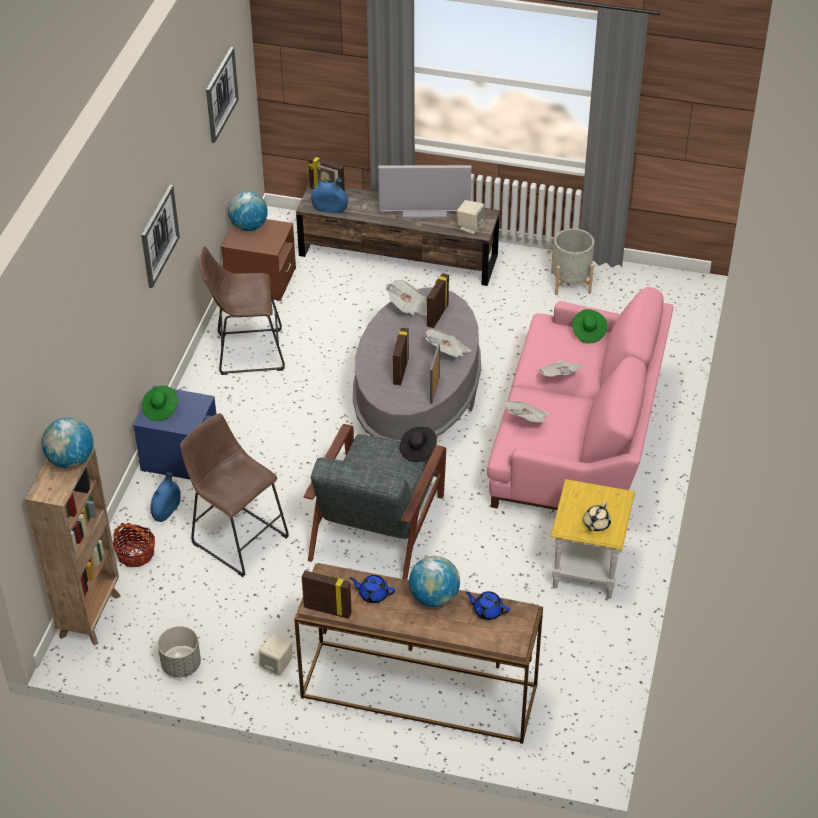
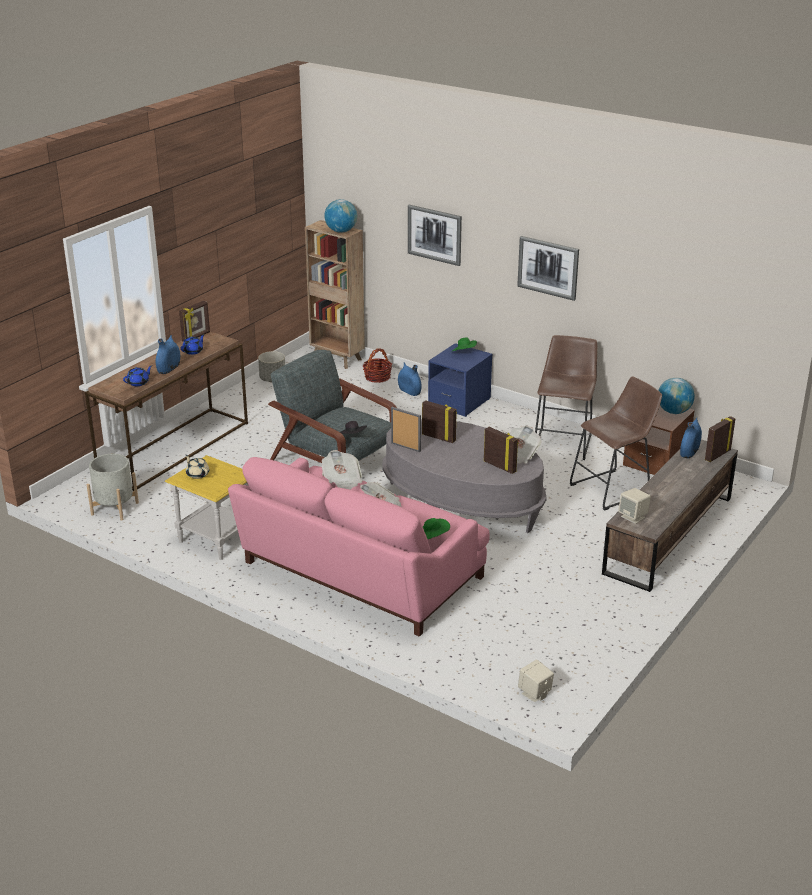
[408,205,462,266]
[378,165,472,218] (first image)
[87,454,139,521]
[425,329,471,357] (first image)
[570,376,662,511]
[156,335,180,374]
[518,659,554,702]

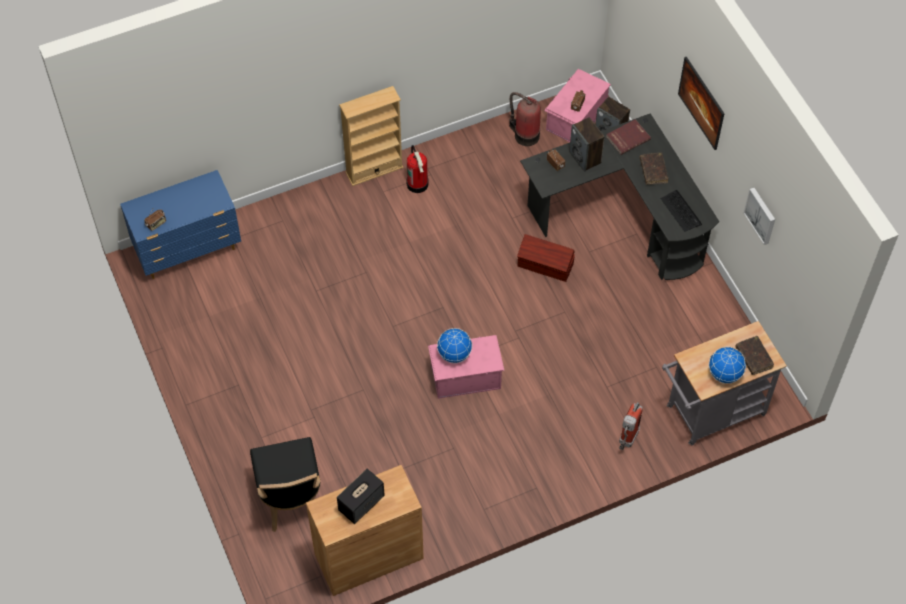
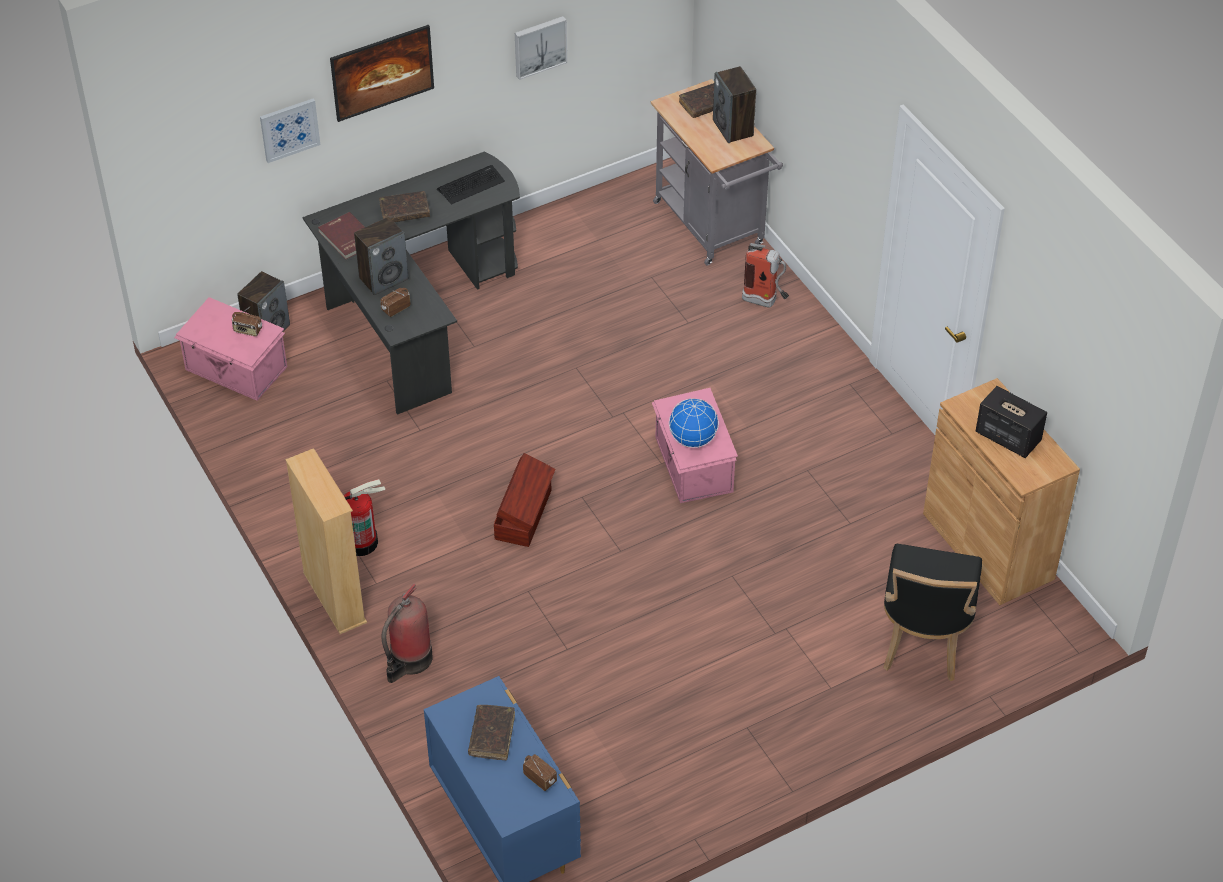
[381,584,433,683]
[494,453,555,547]
[713,66,756,143]
[883,544,982,681]
[260,99,320,163]
[468,705,515,760]

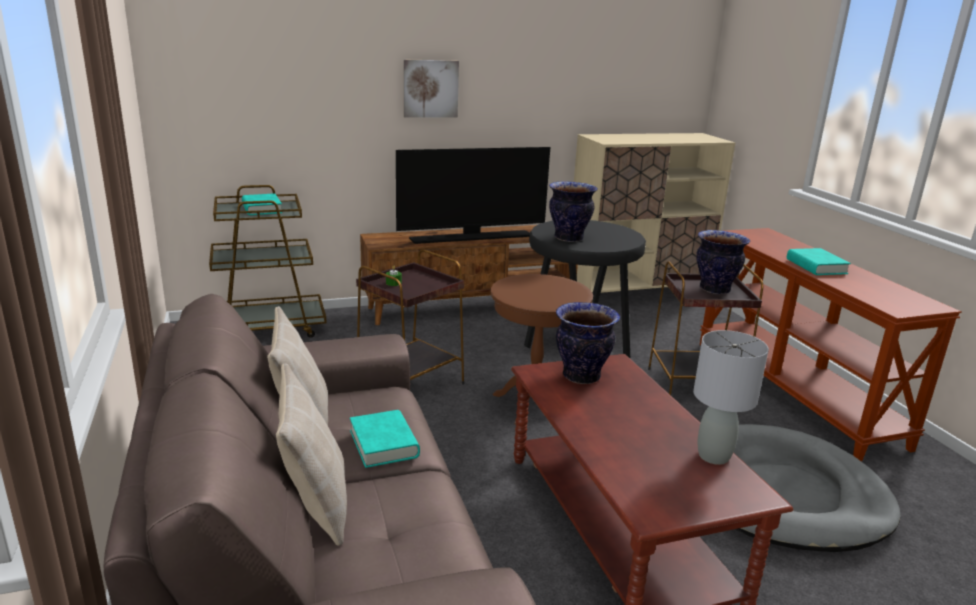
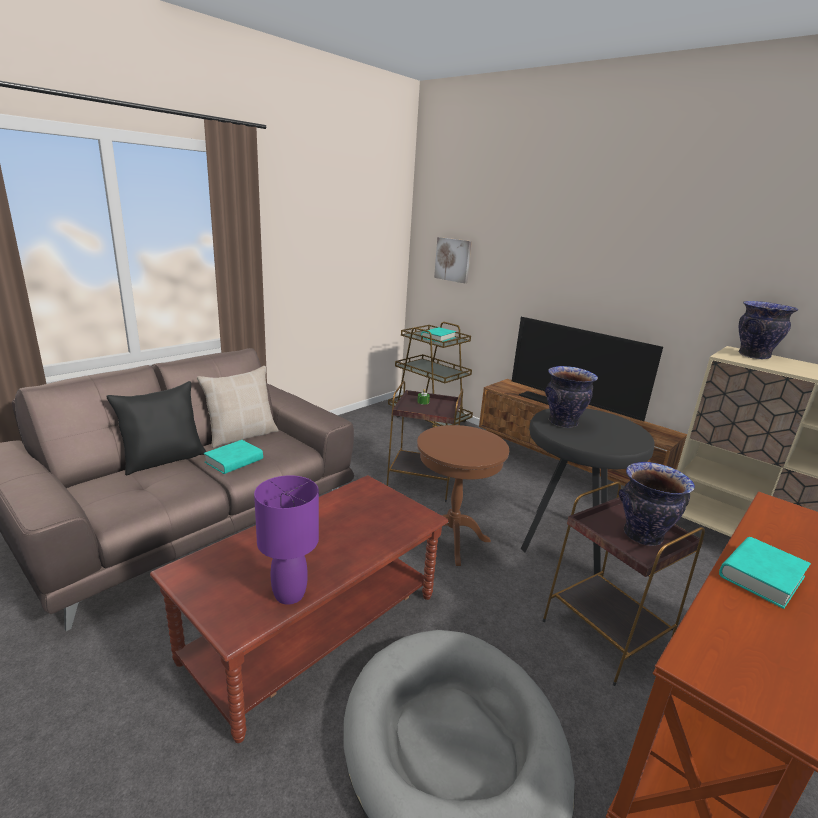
[434,237,472,284]
[739,301,799,359]
[254,475,319,605]
[106,381,206,475]

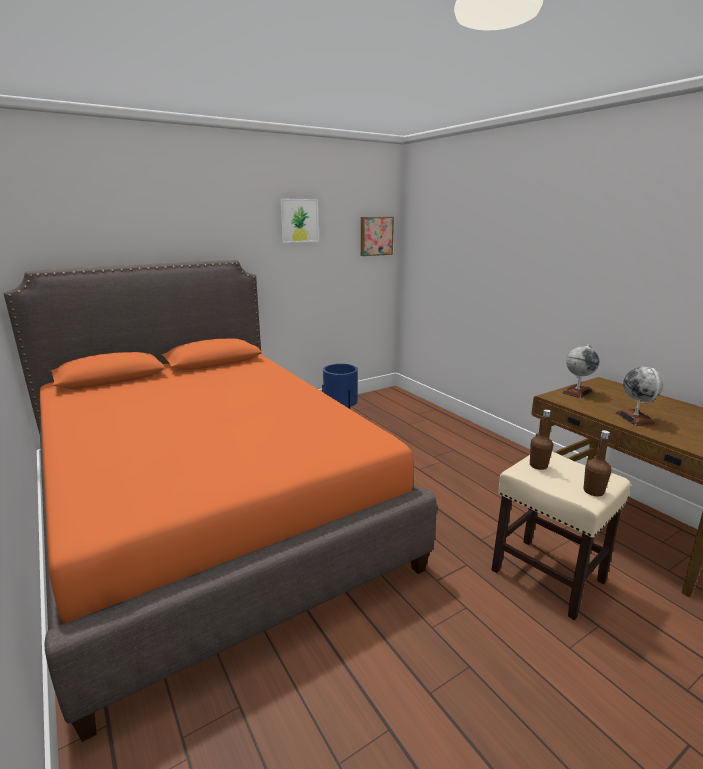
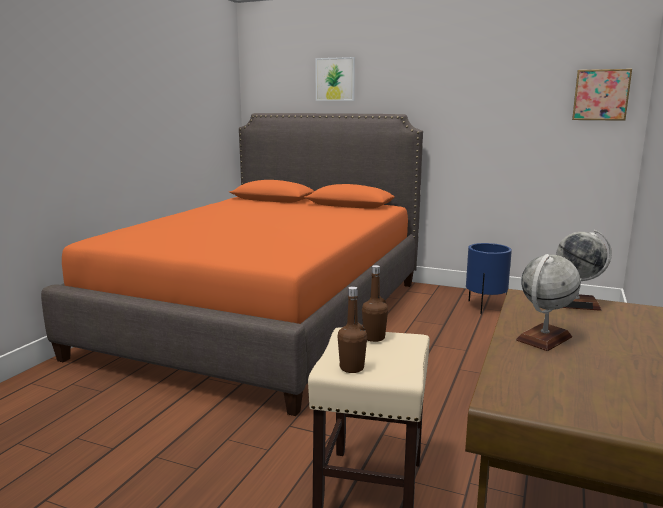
[315,57,355,101]

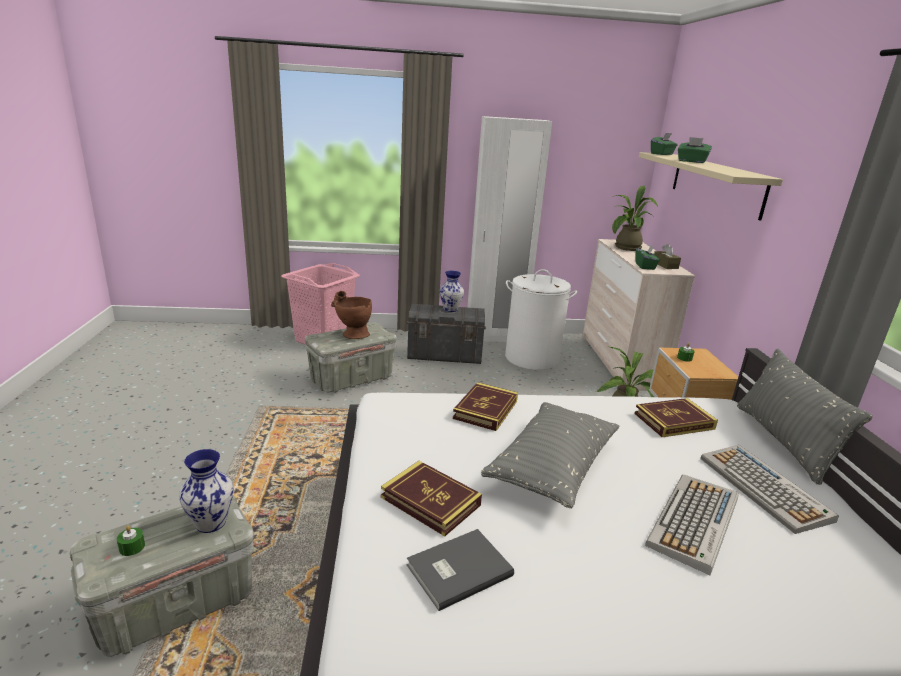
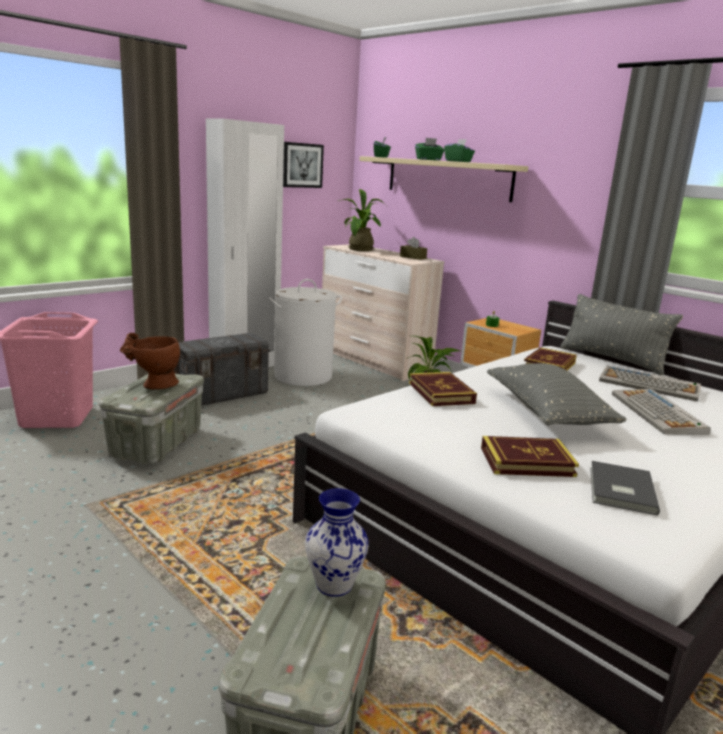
[444,139,475,162]
[440,271,464,312] (first image)
[117,526,145,556] (first image)
[283,142,324,188]

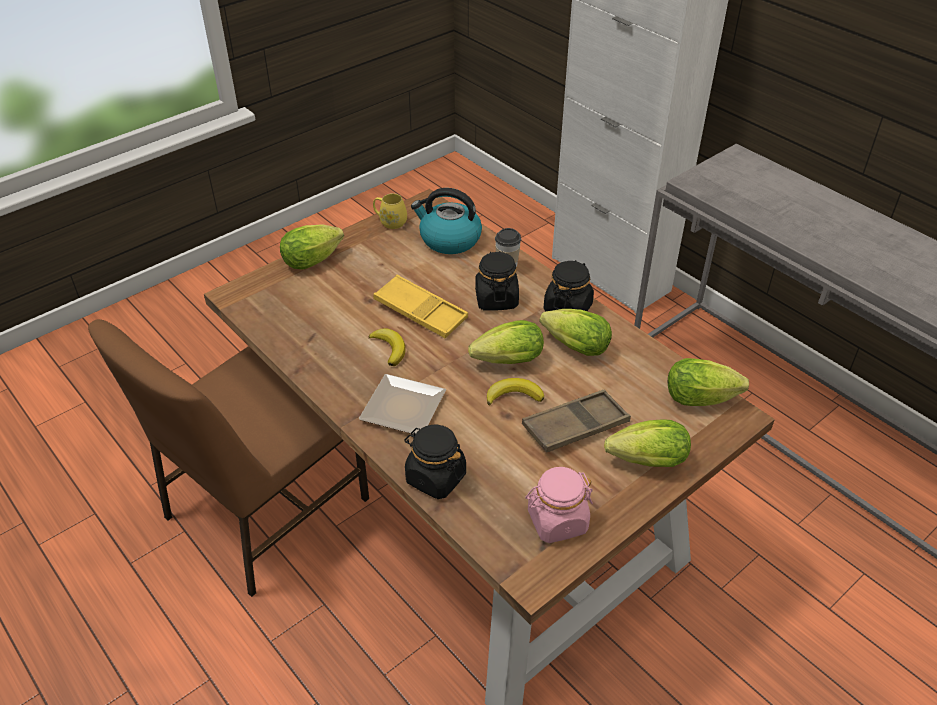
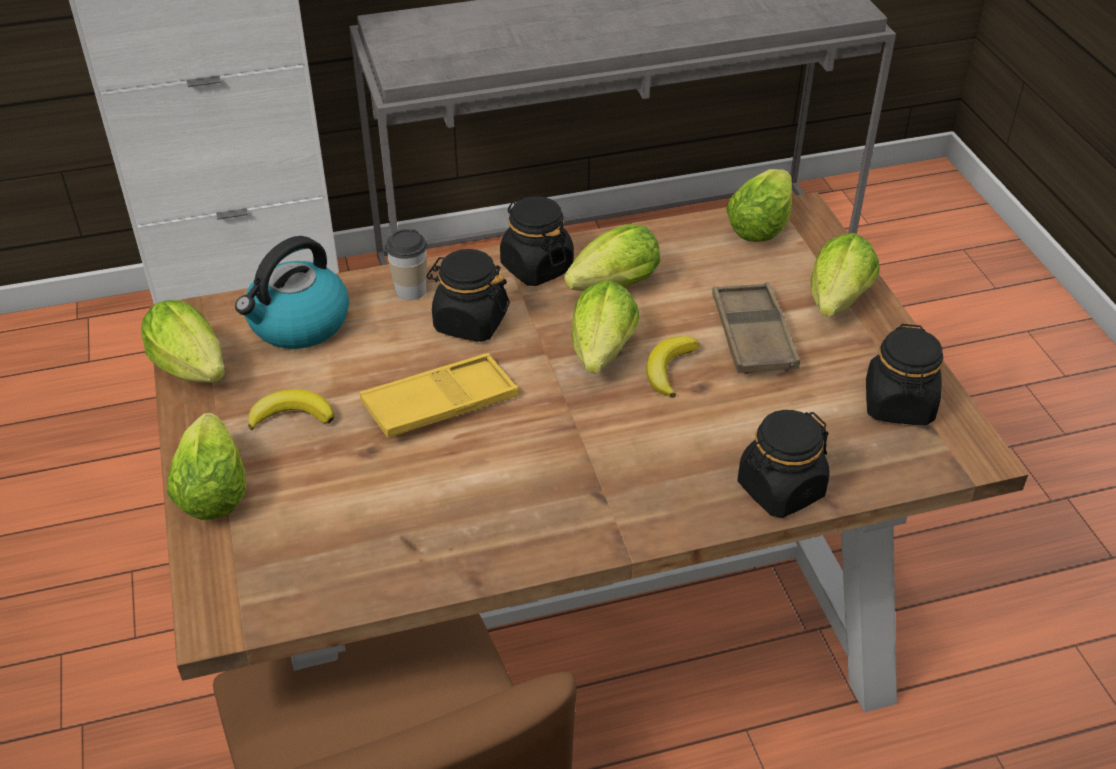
[141,300,225,383]
[248,389,335,430]
[359,374,446,434] (first image)
[866,324,944,425]

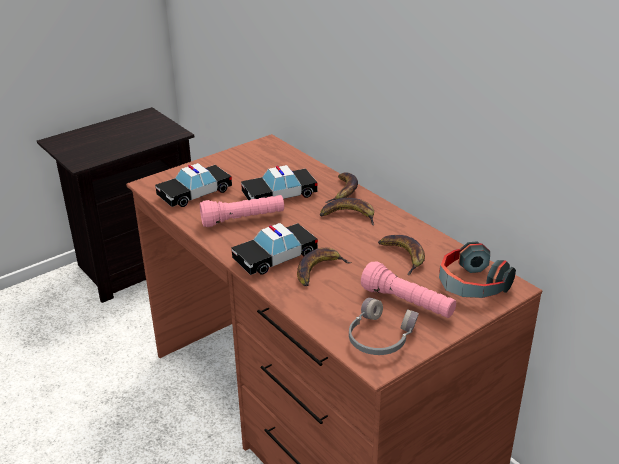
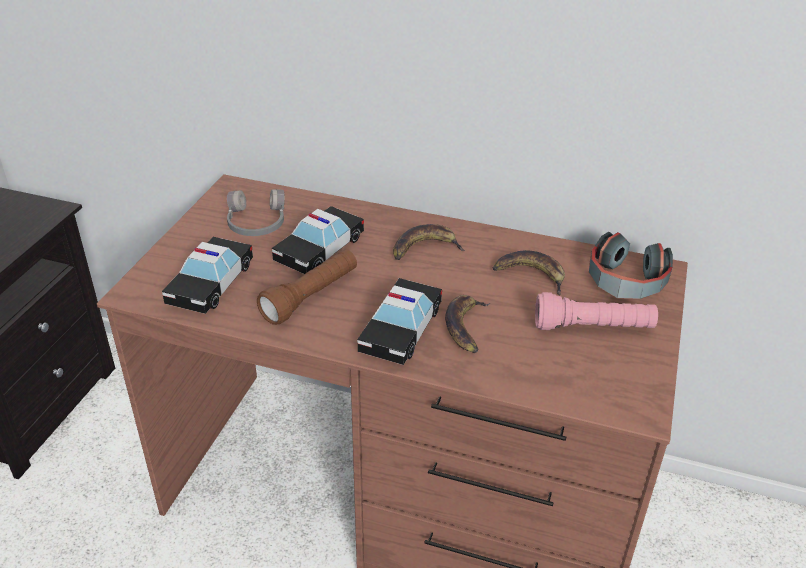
[325,172,358,203] (first image)
[257,249,357,325]
[227,189,285,236]

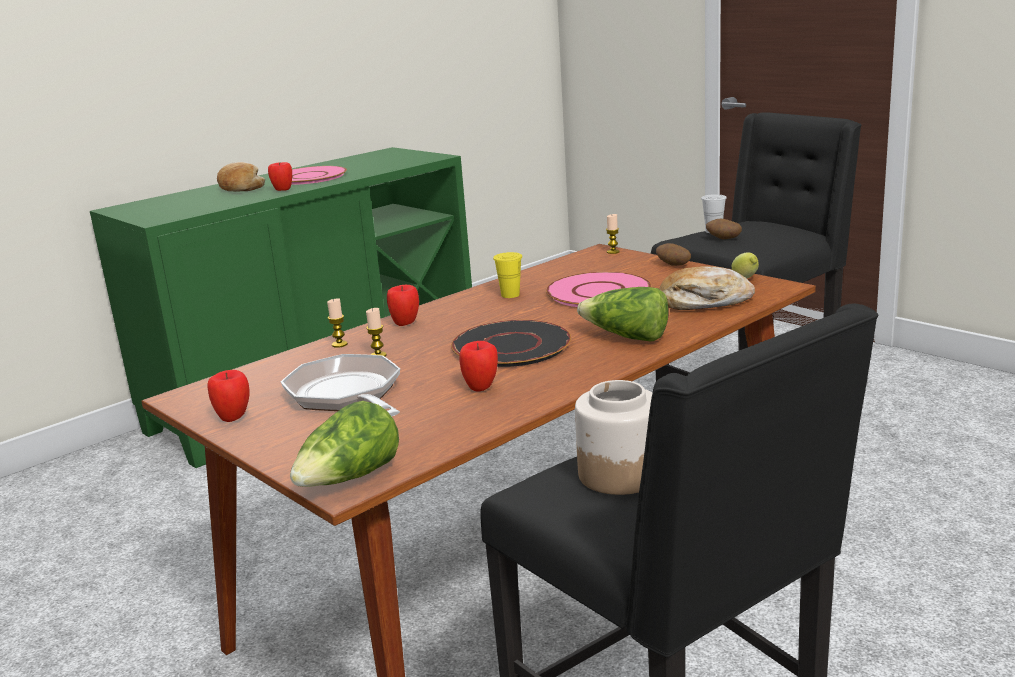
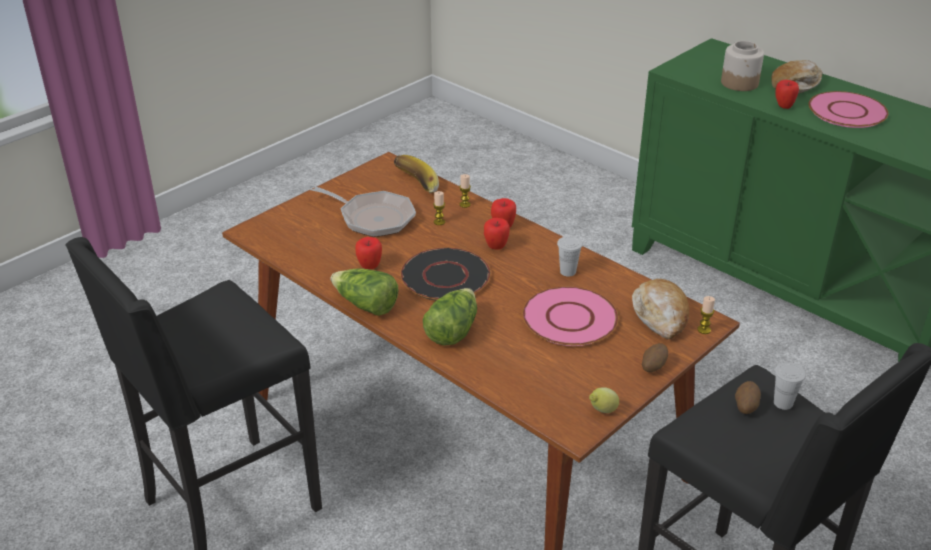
[557,236,583,277]
[632,279,689,339]
[304,184,416,237]
[484,218,510,250]
[721,41,764,91]
[330,269,399,316]
[394,155,439,193]

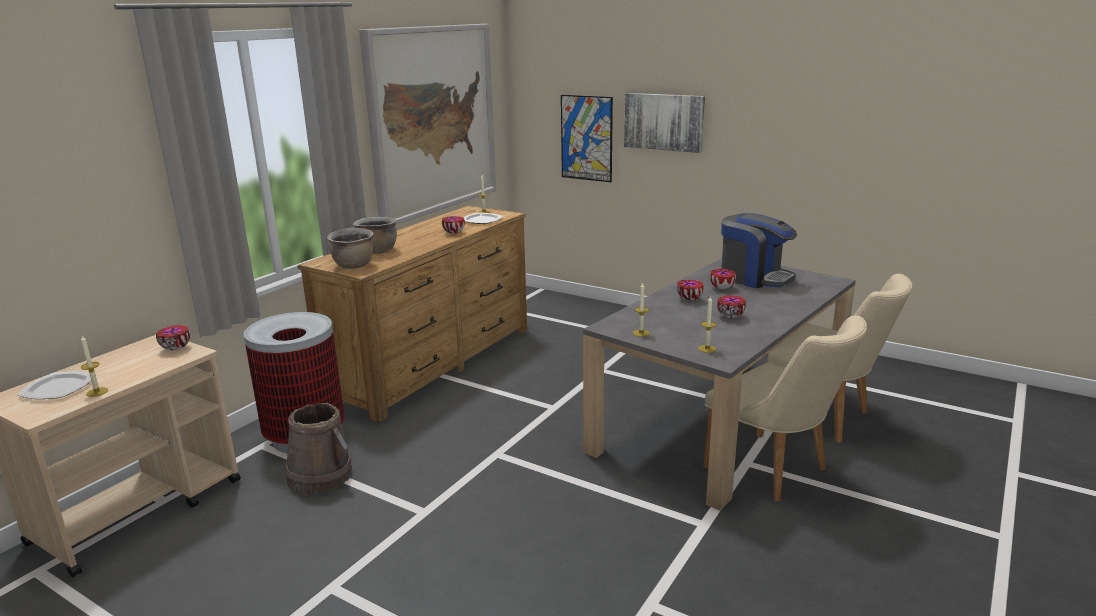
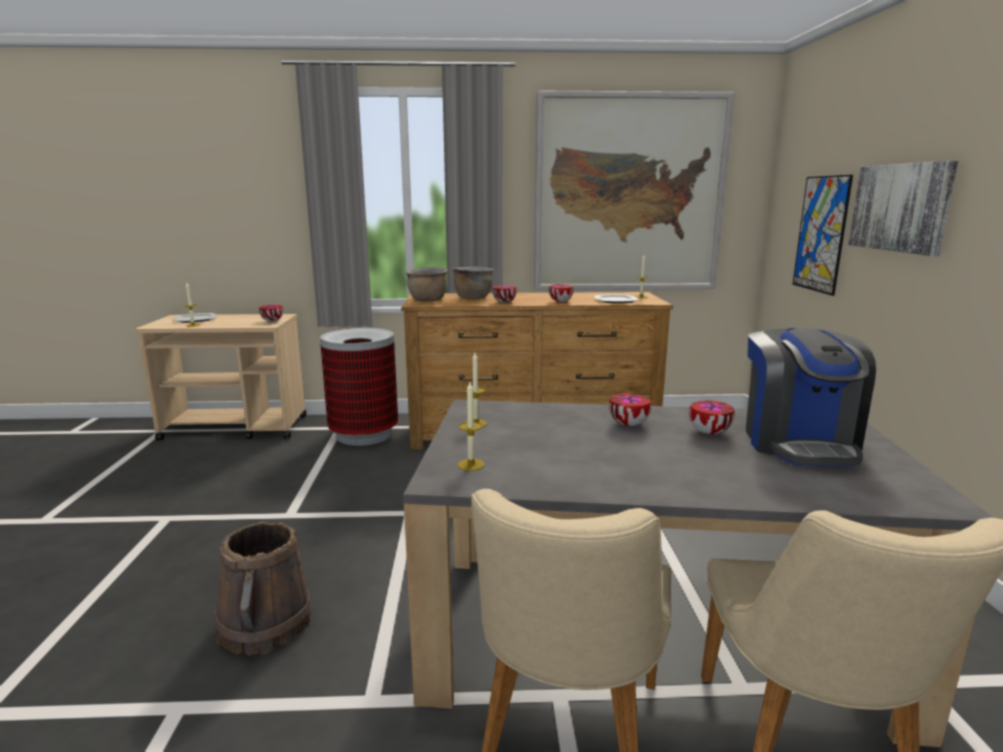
[492,285,517,303]
[214,522,311,656]

